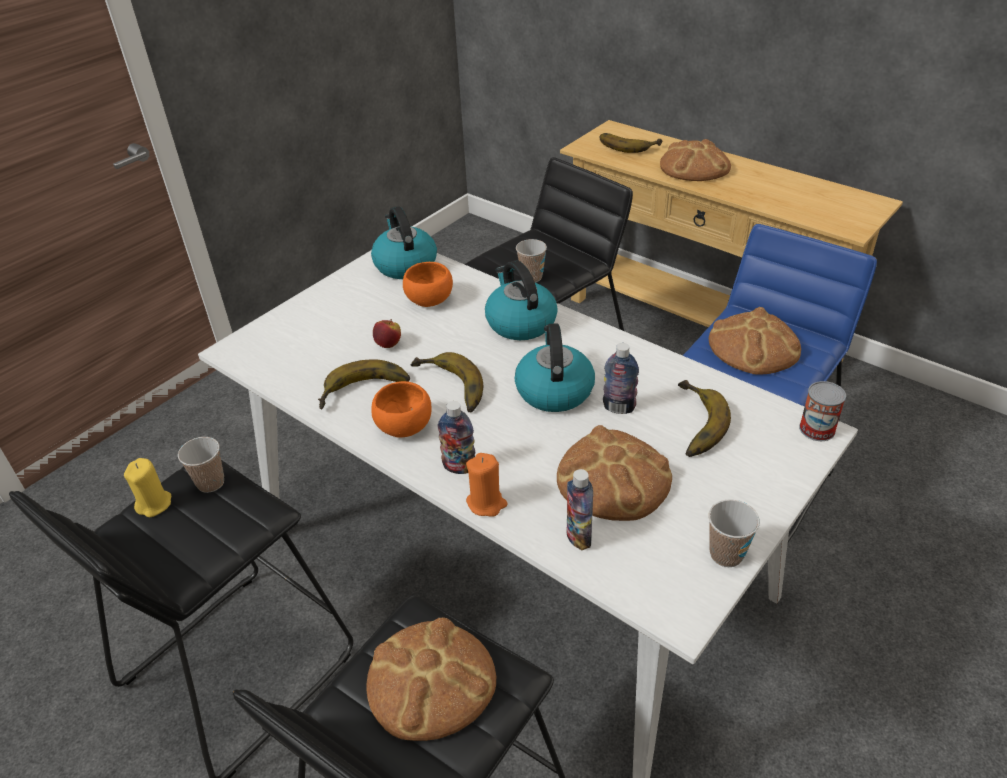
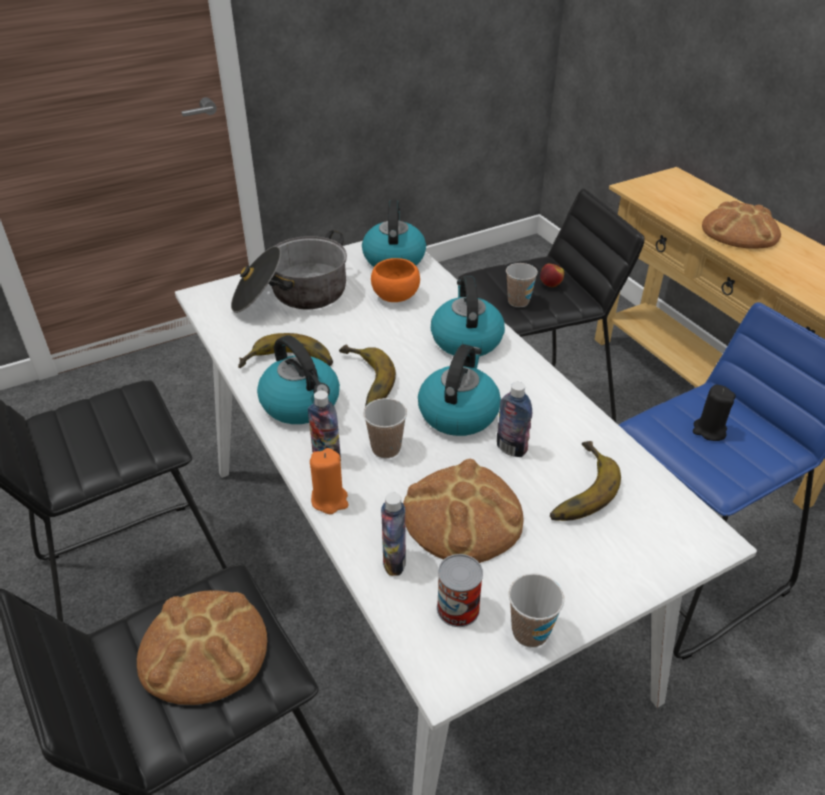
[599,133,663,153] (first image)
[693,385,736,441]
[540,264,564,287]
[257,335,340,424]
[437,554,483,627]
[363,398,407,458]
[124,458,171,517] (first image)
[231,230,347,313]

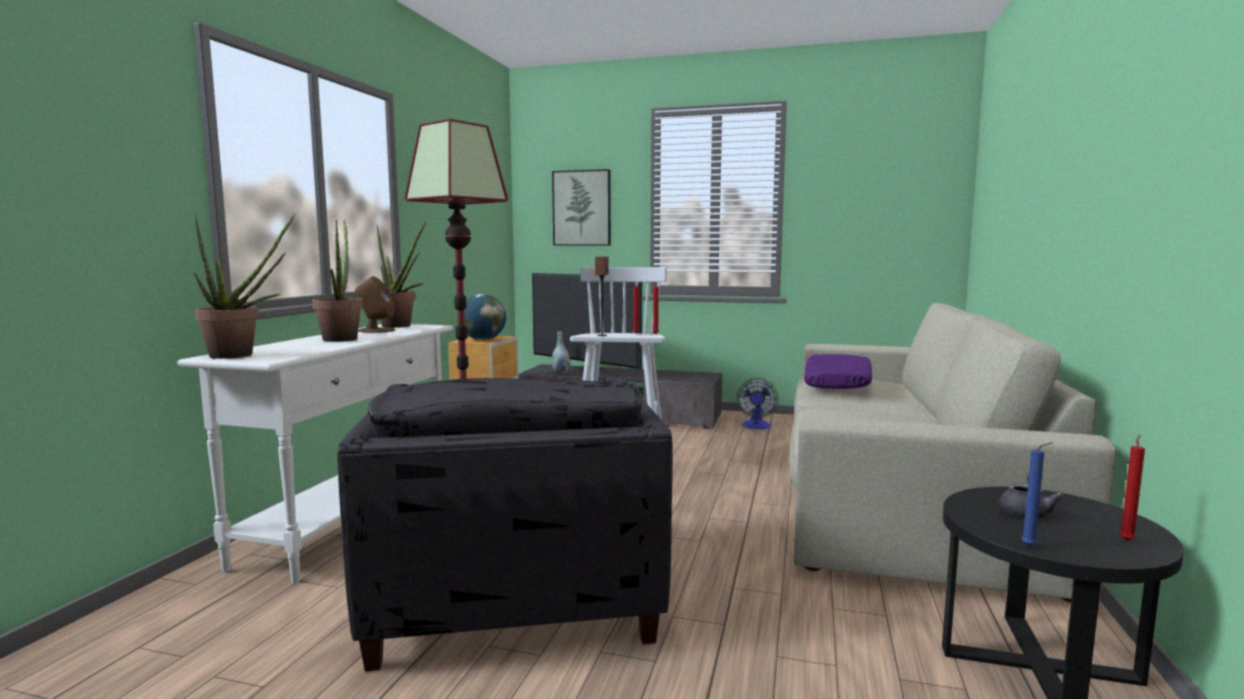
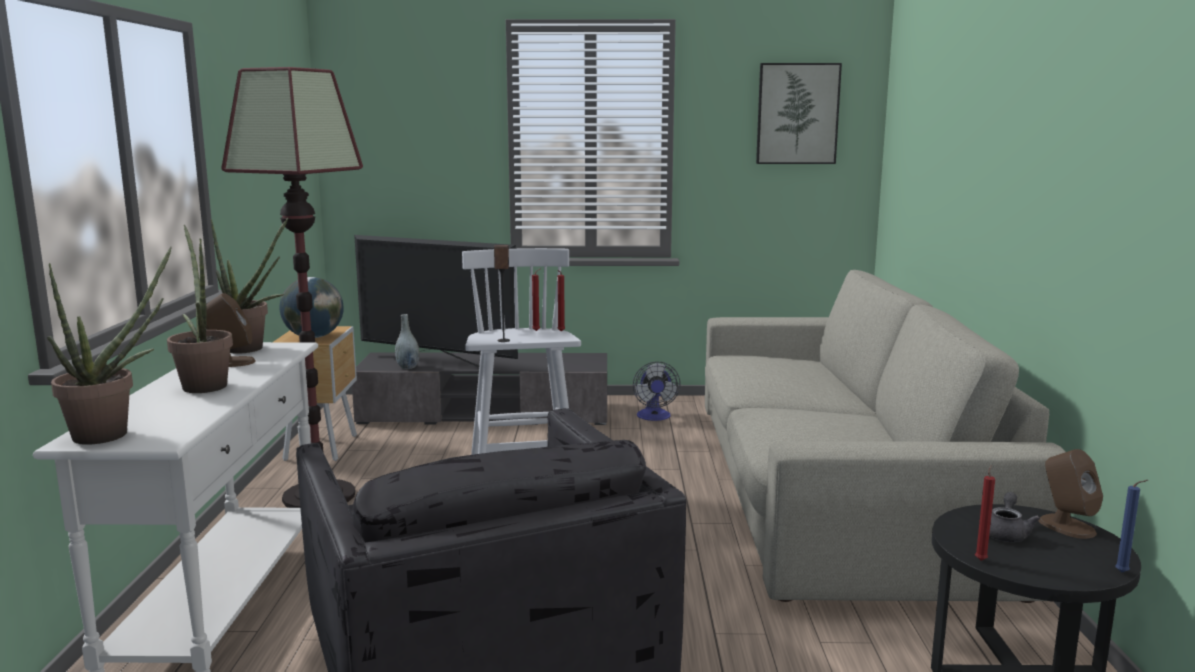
[756,63,842,164]
[804,354,872,389] (first image)
[975,465,995,561]
[1115,480,1148,573]
[1038,449,1103,539]

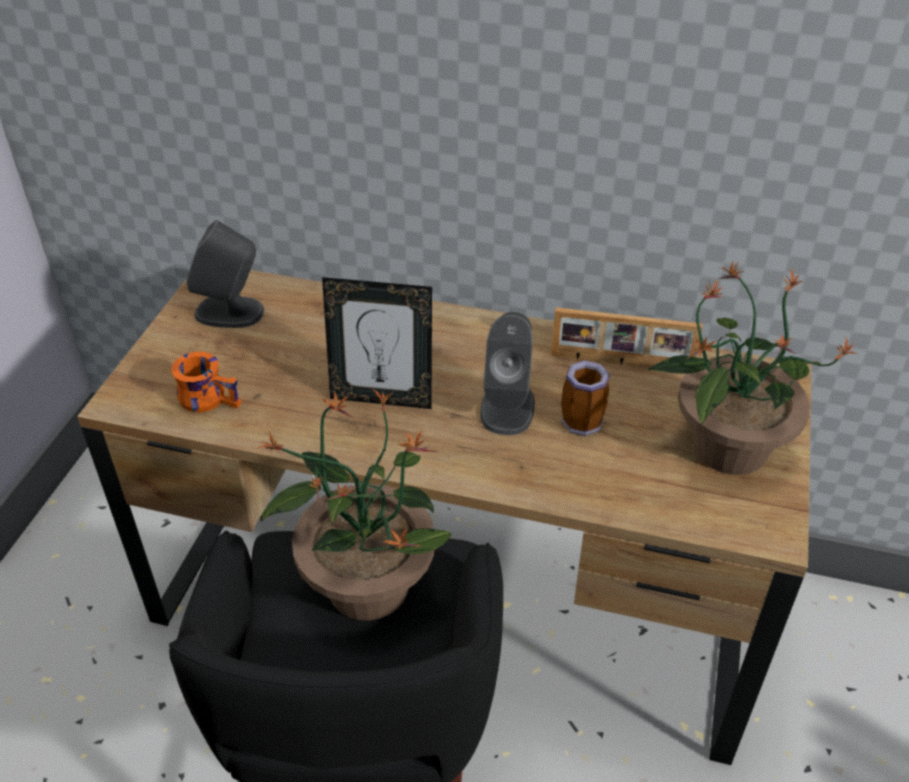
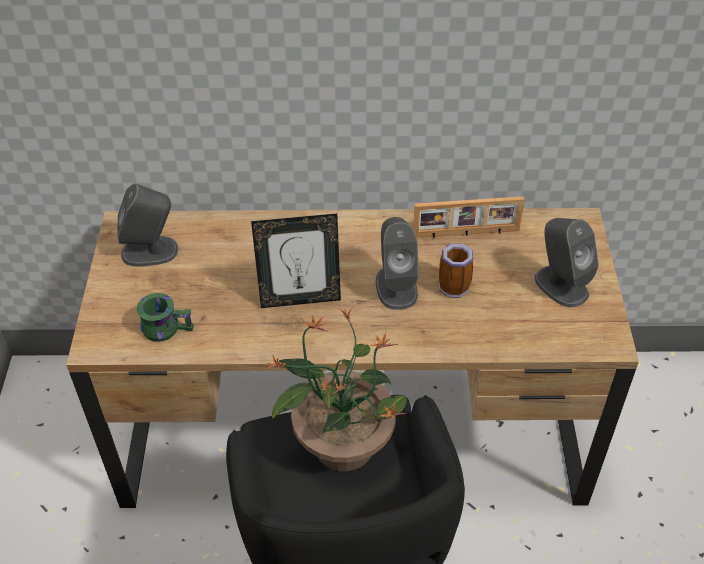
[534,218,599,307]
[136,293,194,342]

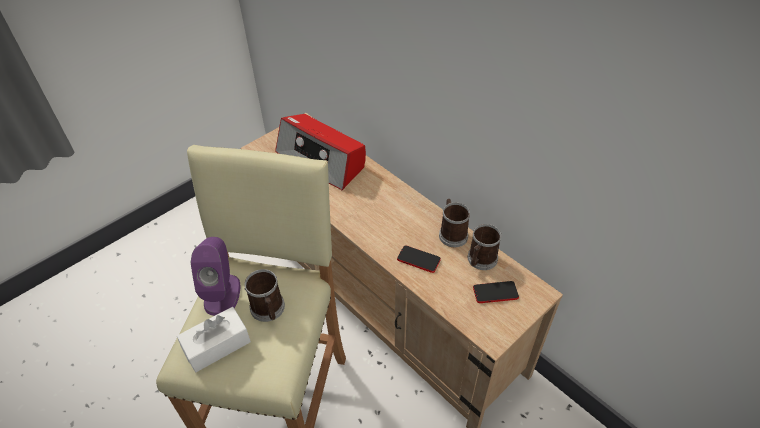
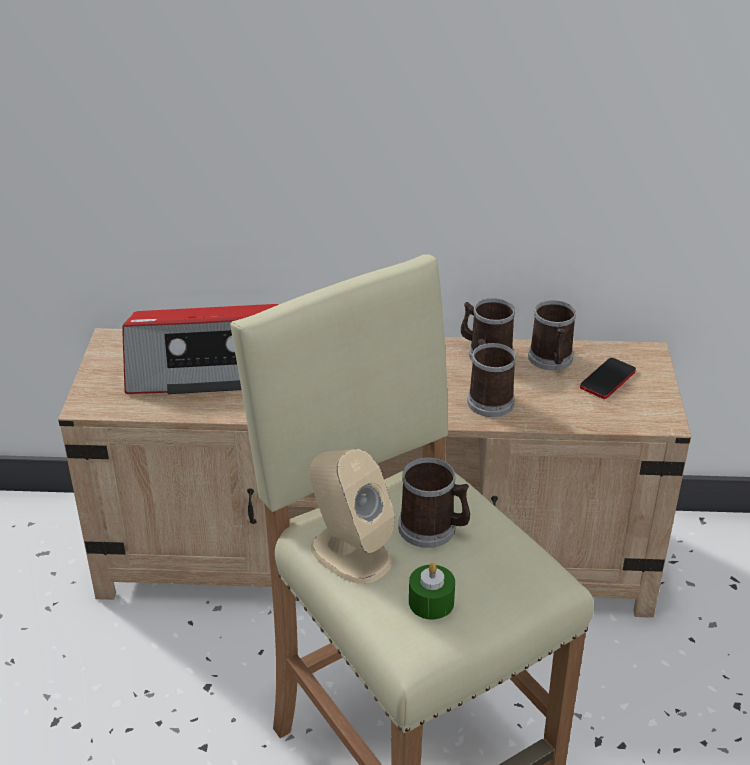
[309,449,395,584]
[467,339,516,417]
[409,563,455,620]

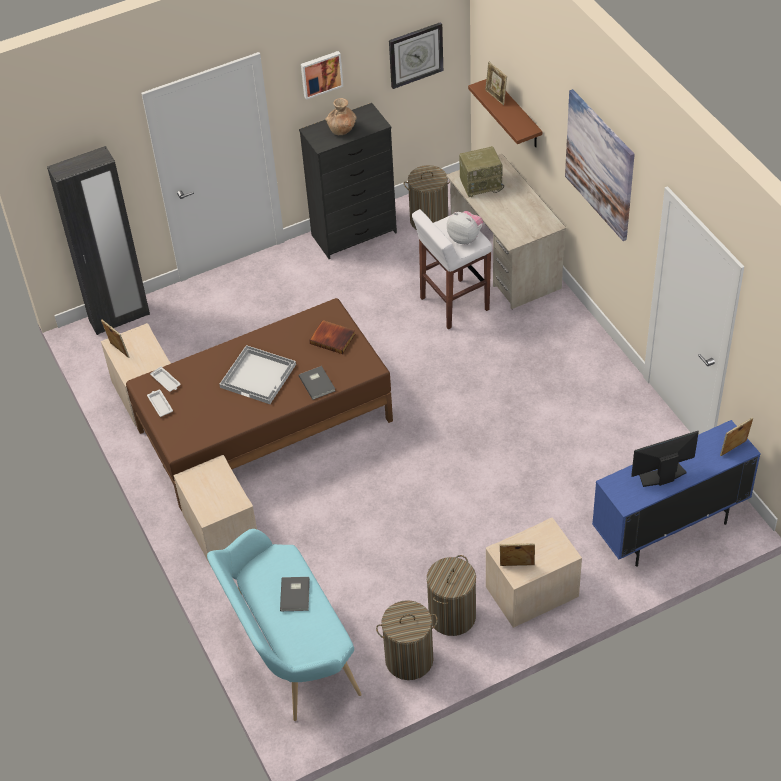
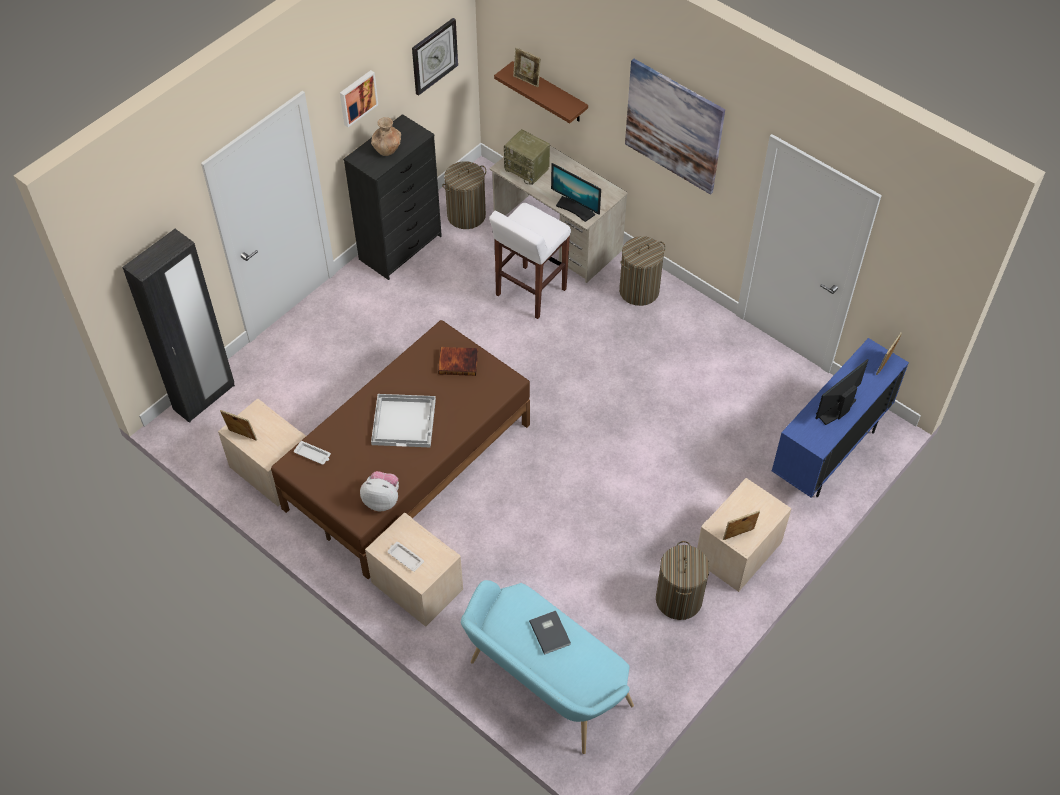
[504,129,550,185]
[360,471,399,511]
[299,366,335,400] (first image)
[387,542,424,572]
[619,236,666,306]
[551,163,601,222]

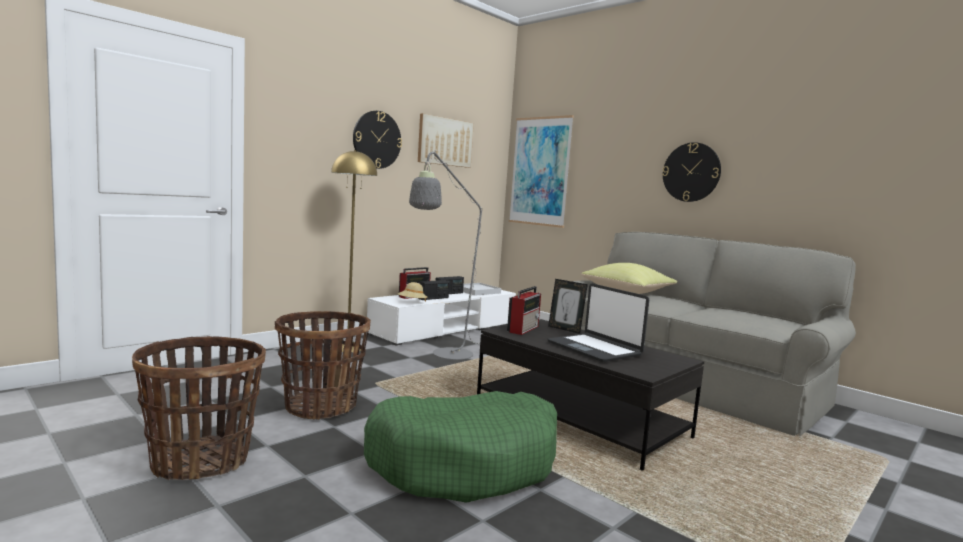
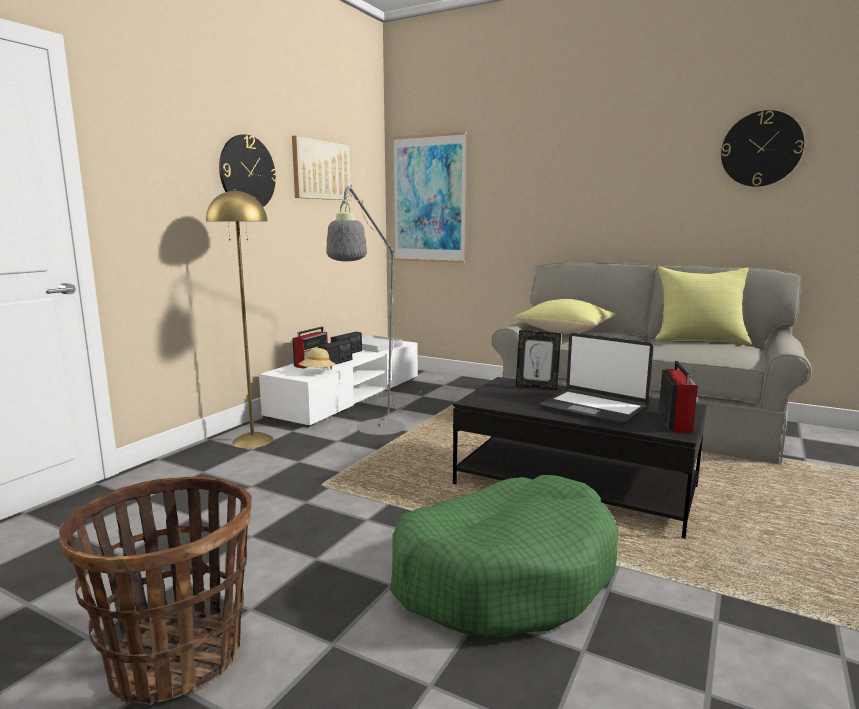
[721,110,804,187]
[658,361,698,433]
[275,311,371,420] (first image)
[655,267,752,345]

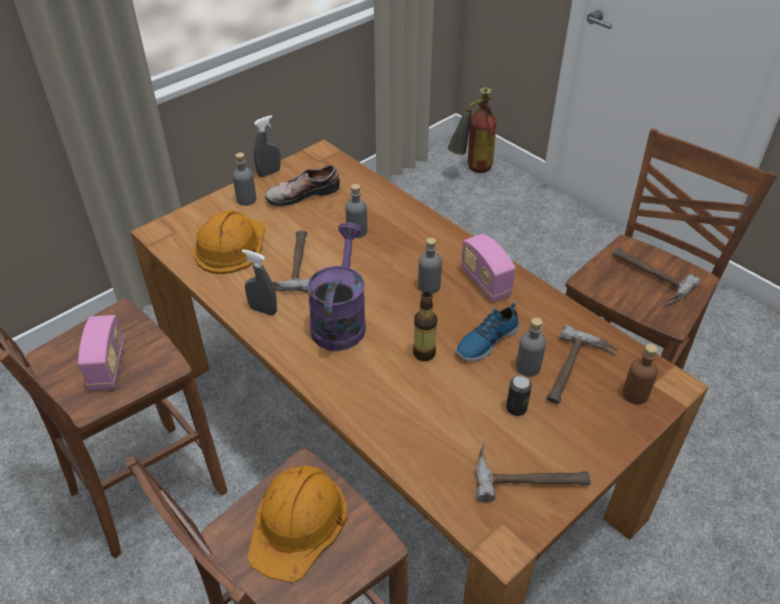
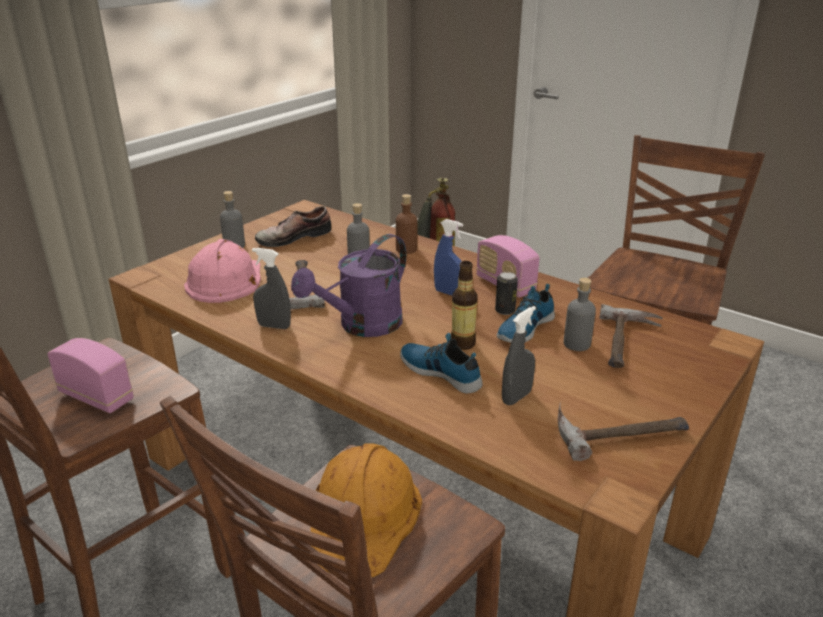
[502,306,536,405]
[184,239,261,303]
[291,234,406,337]
[434,219,463,295]
[612,248,701,306] (first image)
[47,338,134,413]
[396,194,417,254]
[495,272,518,315]
[400,333,482,393]

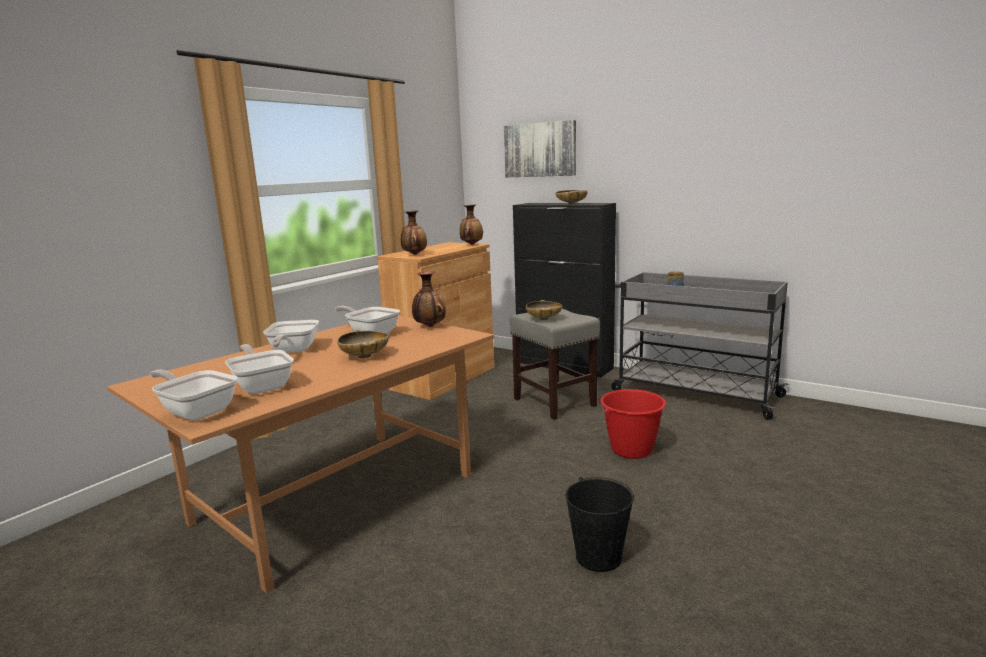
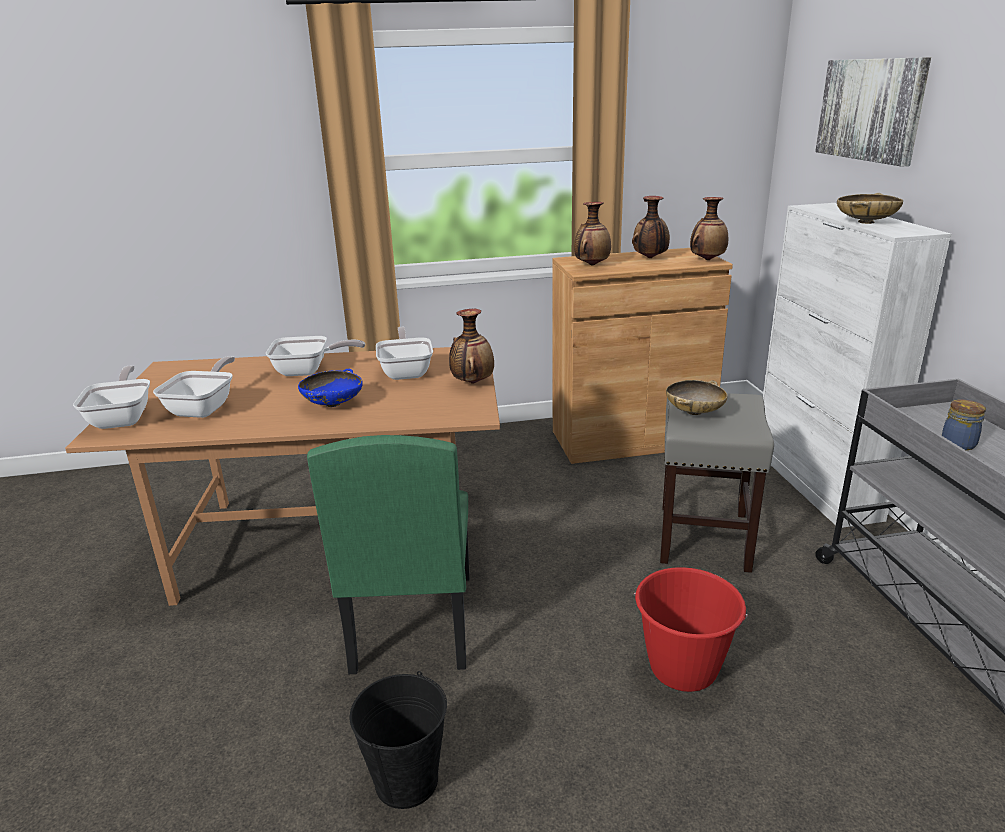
[763,203,951,528]
[266,336,365,376]
[298,369,363,407]
[632,196,670,258]
[307,435,470,674]

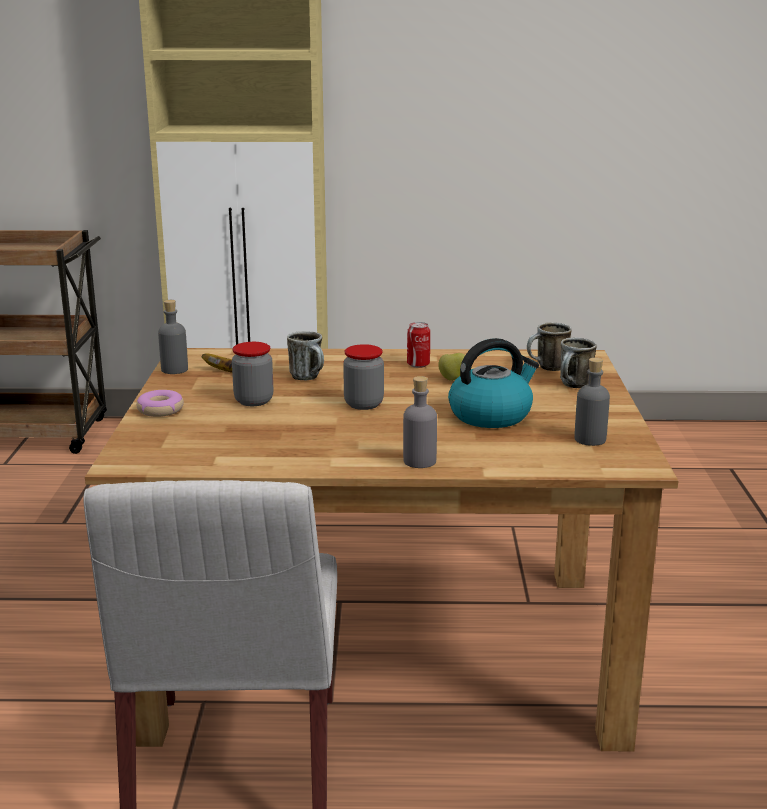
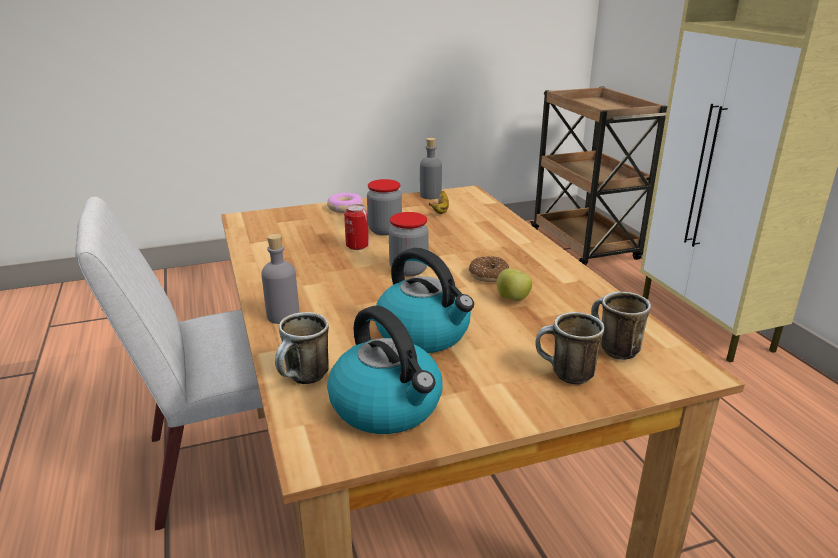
[344,204,369,250]
[275,312,329,384]
[327,306,442,434]
[469,256,509,282]

